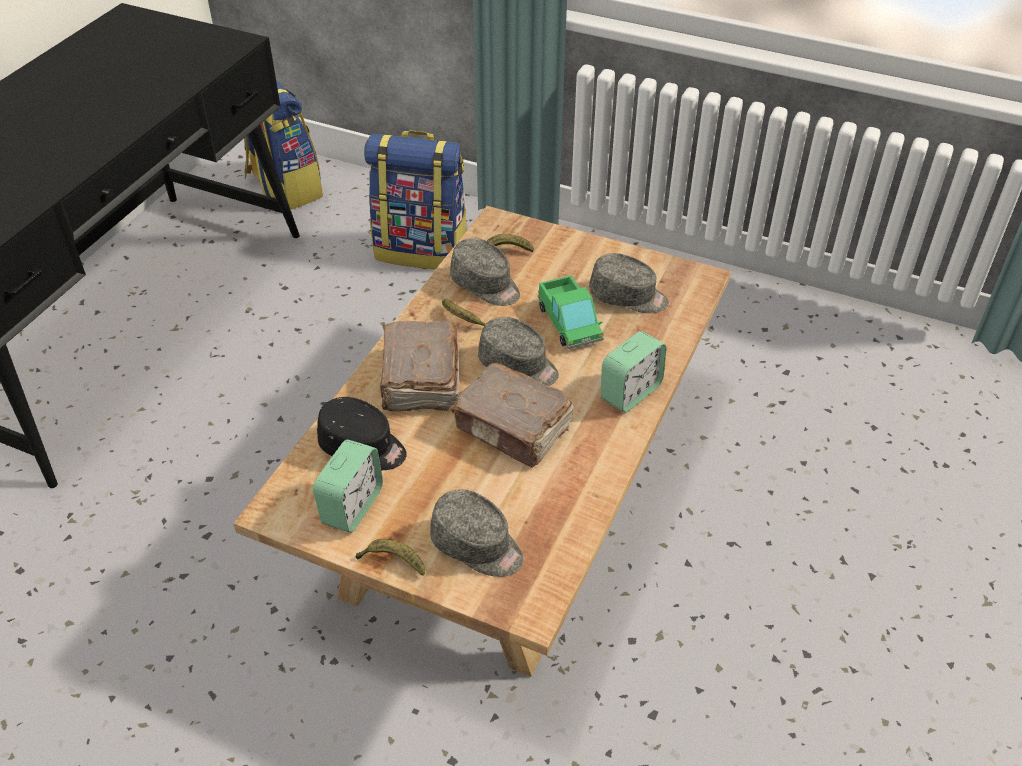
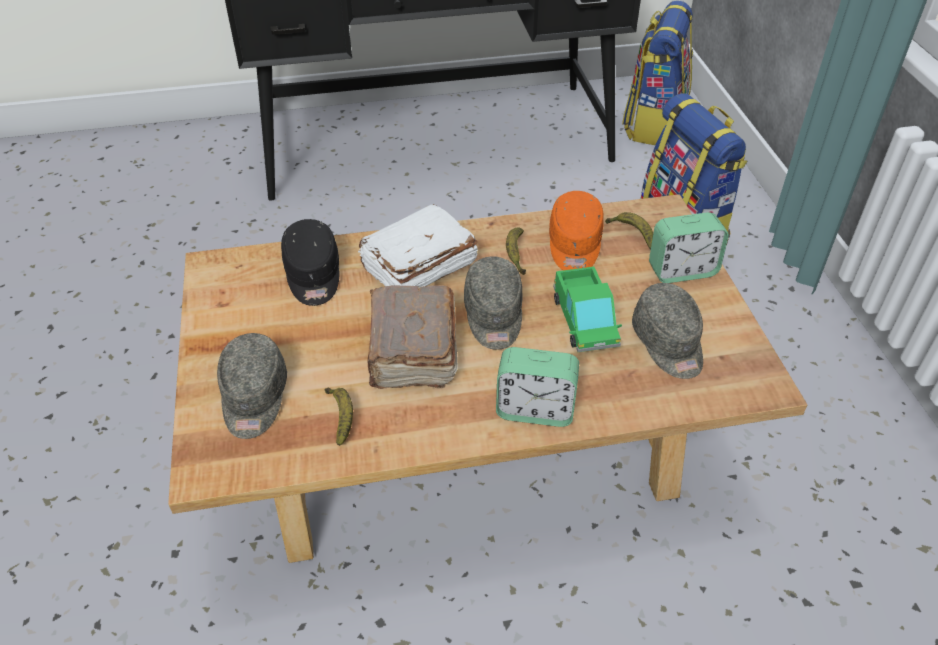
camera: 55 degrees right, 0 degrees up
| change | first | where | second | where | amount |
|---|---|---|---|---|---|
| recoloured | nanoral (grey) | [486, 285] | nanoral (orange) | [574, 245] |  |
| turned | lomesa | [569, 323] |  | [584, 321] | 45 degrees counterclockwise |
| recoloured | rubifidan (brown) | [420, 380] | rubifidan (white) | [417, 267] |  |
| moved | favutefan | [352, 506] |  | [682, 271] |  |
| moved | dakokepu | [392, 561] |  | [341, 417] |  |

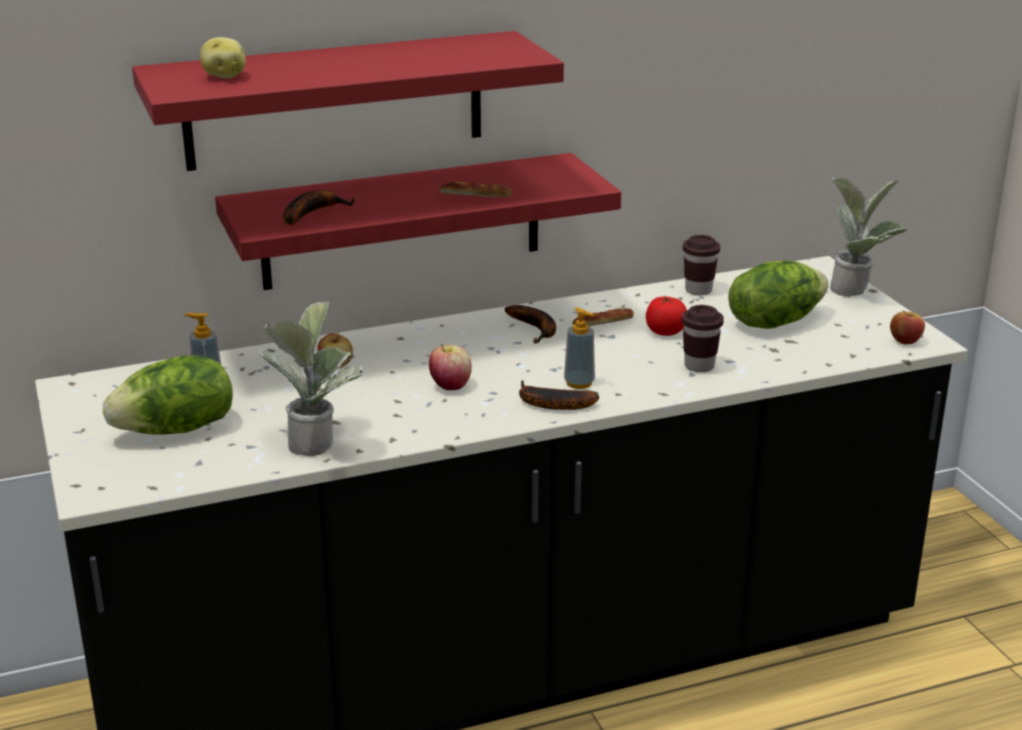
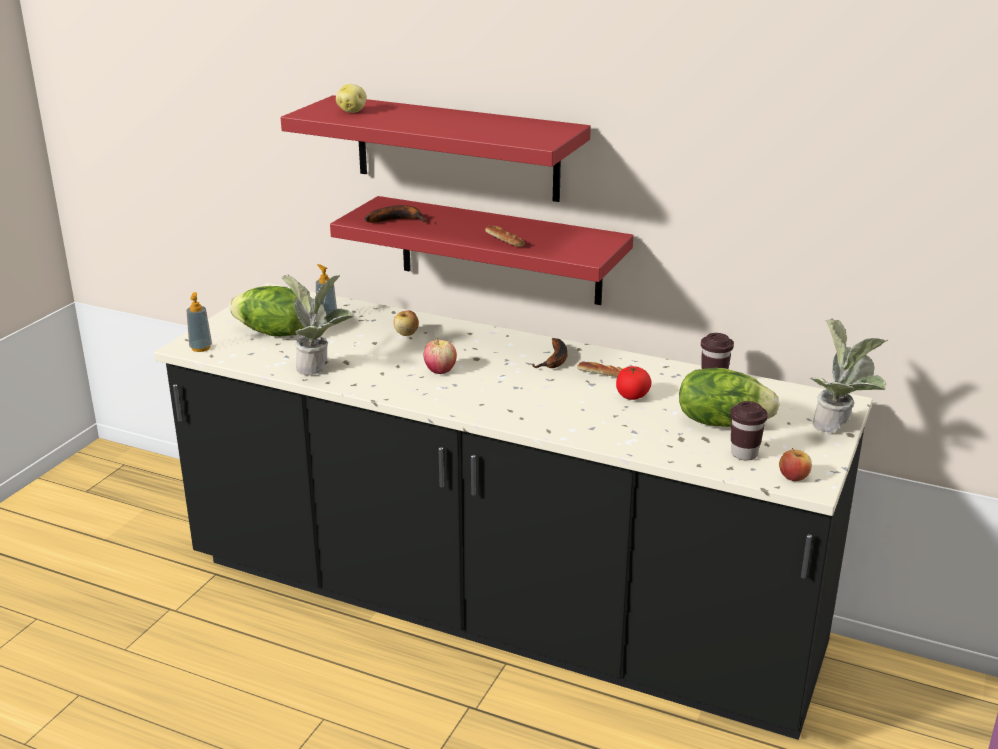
camera: 45 degrees right, 0 degrees up
| change | first | where | second | where | amount |
|---|---|---|---|---|---|
| moved | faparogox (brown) | [699, 366] |  | [744, 454] |  |
| moved | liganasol | [579, 383] |  | [201, 348] |  |
| removed | dakokepu | [550, 404] |  |  |  |

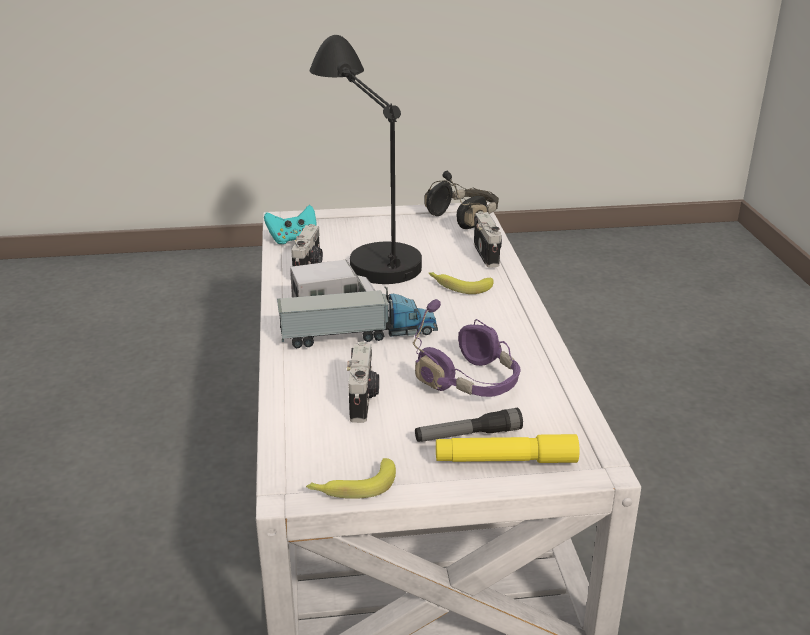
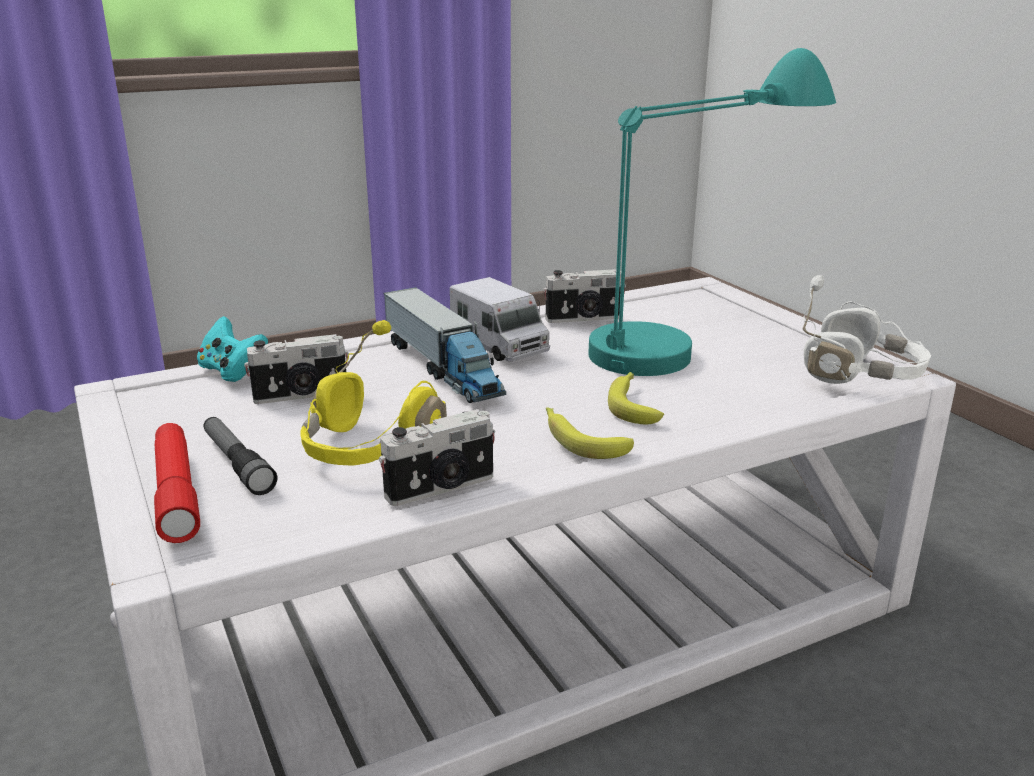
camera: 70 degrees right, 5 degrees down
| change | first | where | second | where | amount |
|---|---|---|---|---|---|
| recoloured | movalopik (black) | [365, 242] | movalopik (turquoise) | [698, 334] |  |
| recoloured | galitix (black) | [464, 217] | galitix (white) | [861, 374] |  |
| moved | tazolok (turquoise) | [293, 239] |  | [232, 372] |  |
| moved | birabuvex | [488, 254] |  | [442, 488] |  |
| recoloured | galitix (purple) | [471, 382] | galitix (yellow) | [366, 449] |  |
| recoloured | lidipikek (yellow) | [505, 460] | lidipikek (red) | [176, 492] |  |
| moved | dakokepu | [352, 487] |  | [580, 440] |  |

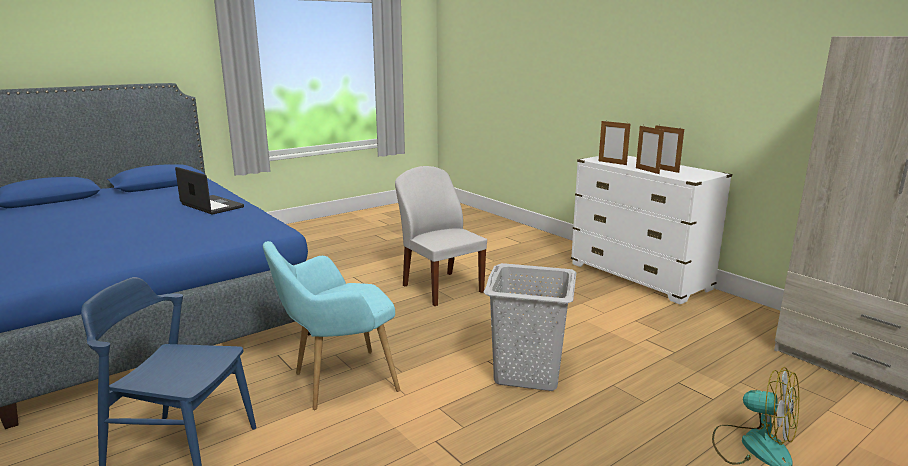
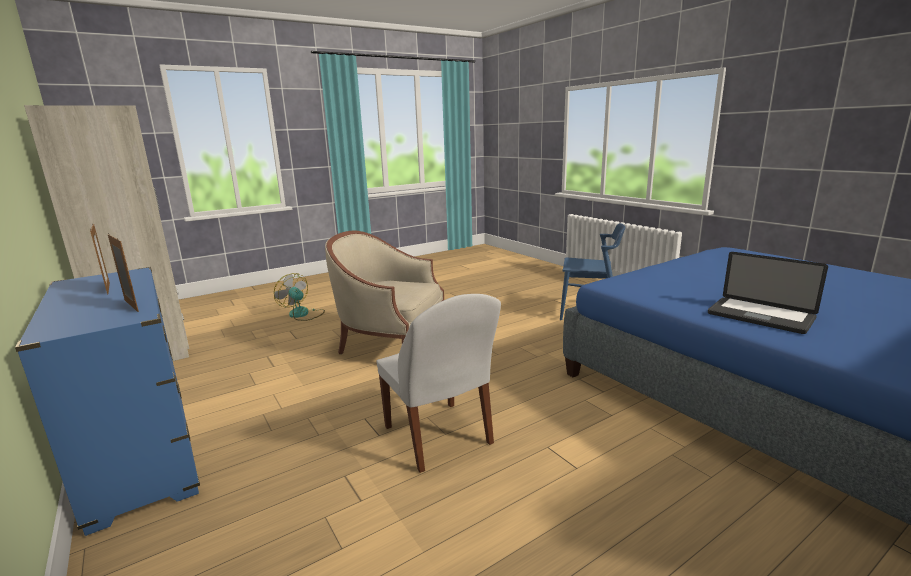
camera: 175 degrees left, 0 degrees up
| change | first | where | second | where | amount |
|---|---|---|---|---|---|
| removed | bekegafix | [647, 171] |  |  |  |
| recoloured | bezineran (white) | [639, 277] | bezineran (blue) | [142, 456] |  |
| removed | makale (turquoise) | [337, 382] |  |  |  |
| replaced | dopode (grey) | [528, 373] | makale (beige) | [391, 343] |  |

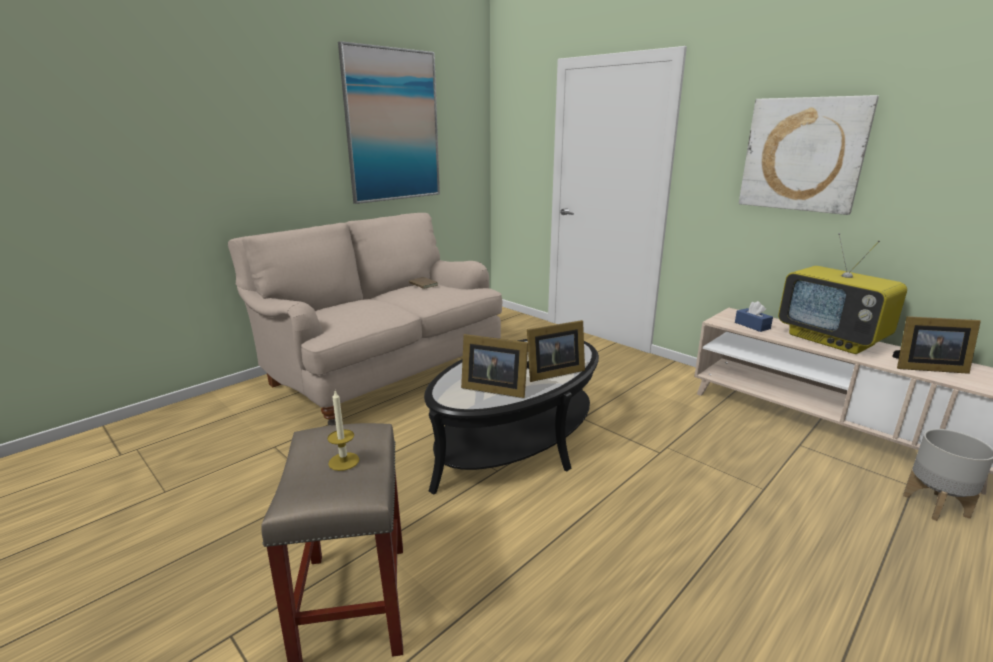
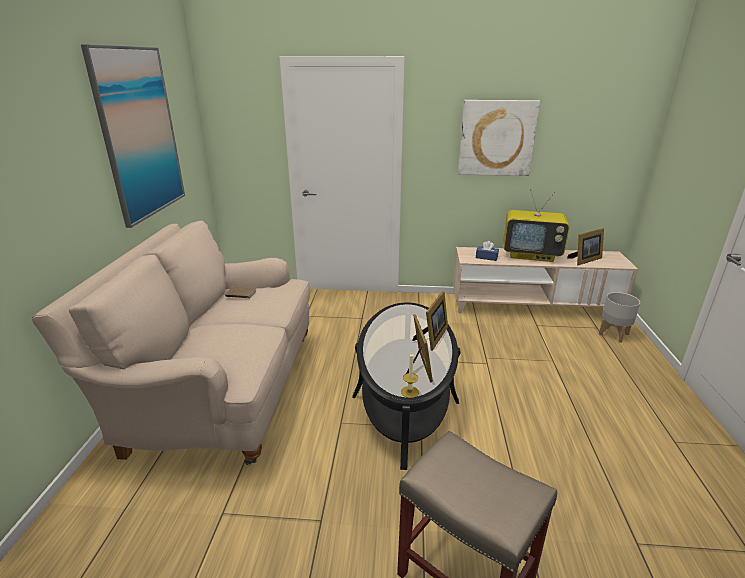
camera: 40 degrees left, 5 degrees up
| change | first | where | second | where | amount |
|---|---|---|---|---|---|
| turned | bekegafix | [493, 388] |  | [418, 367] | 75 degrees counterclockwise |
| moved | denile | [344, 461] |  | [409, 392] |  |

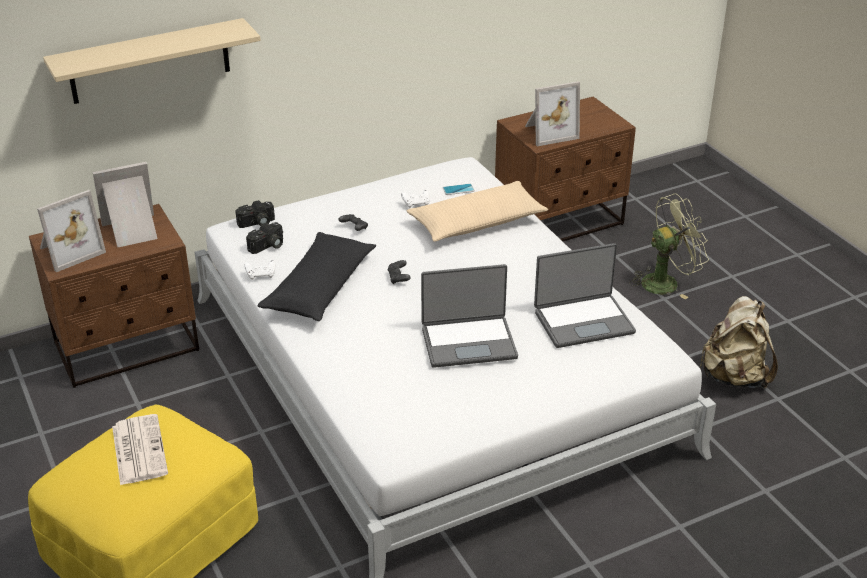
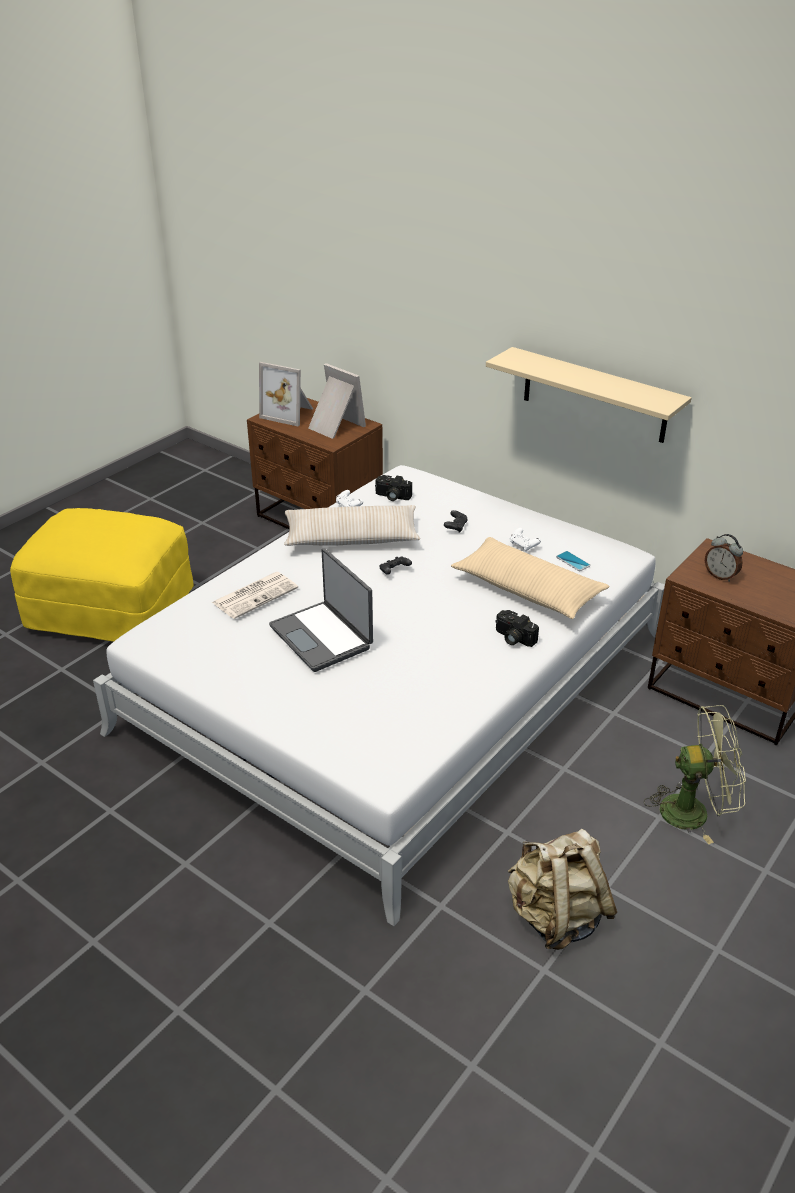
camera: 65 degrees right, 0 degrees up
| change | first | where | second | where | amount |
|---|---|---|---|---|---|
| moved | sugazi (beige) | [149, 61] |  | [594, 395] |  |
| replaced | bekegafix | [549, 132] | favutefan | [720, 576] |  |
| turned | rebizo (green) | [666, 282] |  | [694, 811] | 45 degrees counterclockwise |
| moved | birabuvex | [257, 223] |  | [513, 638] |  |
| recoloured | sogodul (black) | [320, 287] | sogodul (beige) | [351, 538] |  |
| removed | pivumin | [583, 321] |  |  |  |
| moved | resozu | [138, 449] |  | [255, 595] |  |

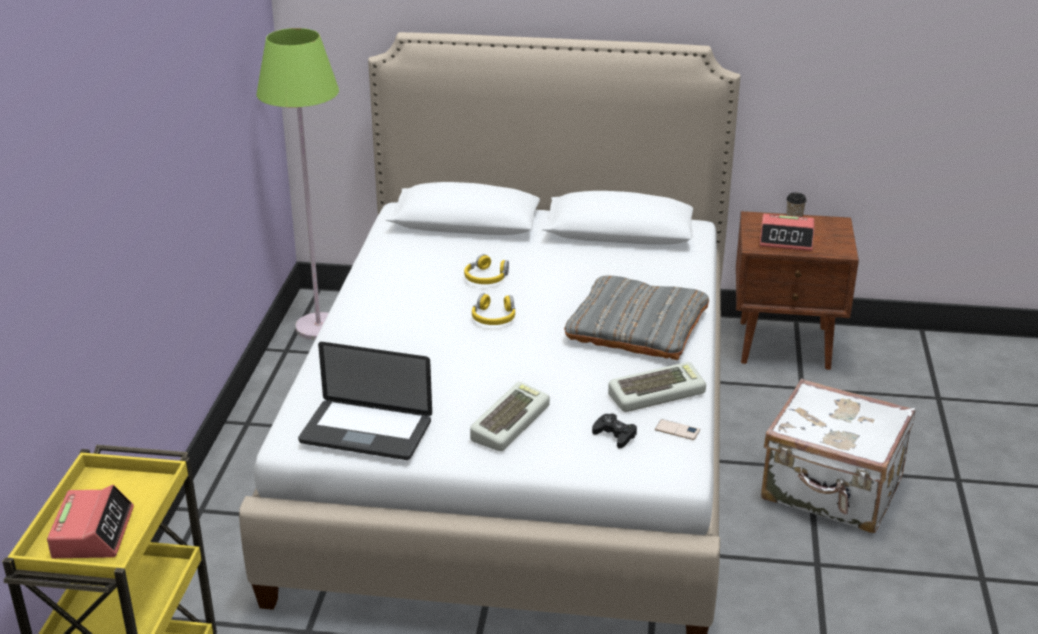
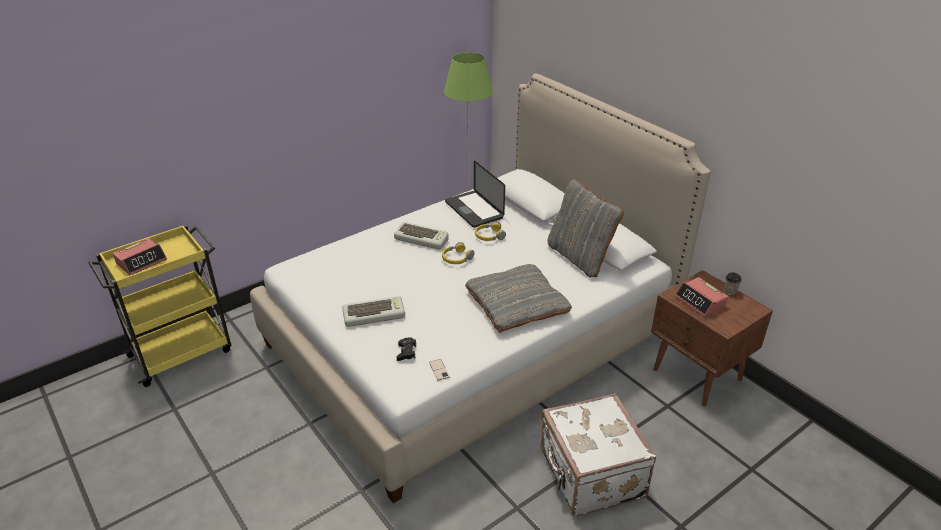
camera: 45 degrees right, 5 degrees up
| change | first | where | second | where | amount |
|---|---|---|---|---|---|
| moved | pivumin | [366, 432] |  | [474, 210] |  |
| moved | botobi | [656, 393] |  | [422, 239] |  |
| added |  |  | sogodul (grey) | [580, 257] |  |

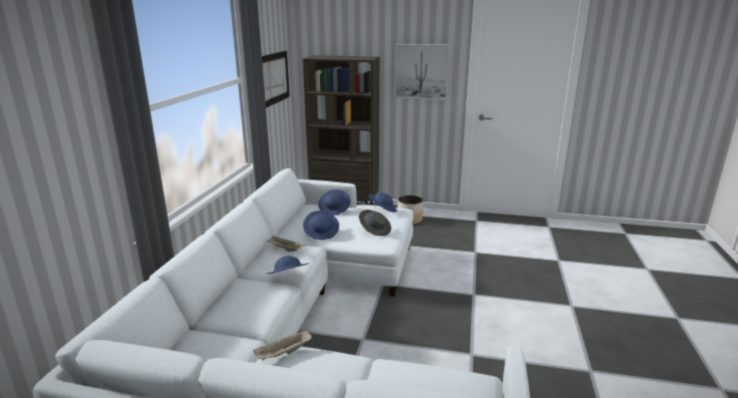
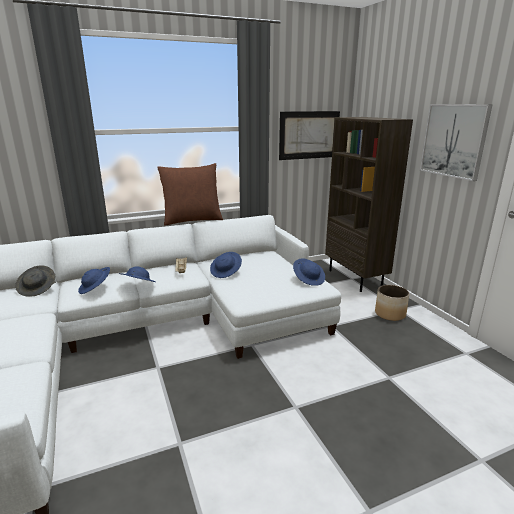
camera: 55 degrees right, 0 degrees up
| change | first | where | second | where | amount |
|---|---|---|---|---|---|
| moved | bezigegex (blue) | [334, 209] |  | [95, 288] |  |
| moved | bezigegex (grey) | [375, 230] |  | [37, 289] |  |
| removed | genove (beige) | [283, 353] |  |  |  |
| added |  |  | sogodul (brown) | [192, 220] |  |

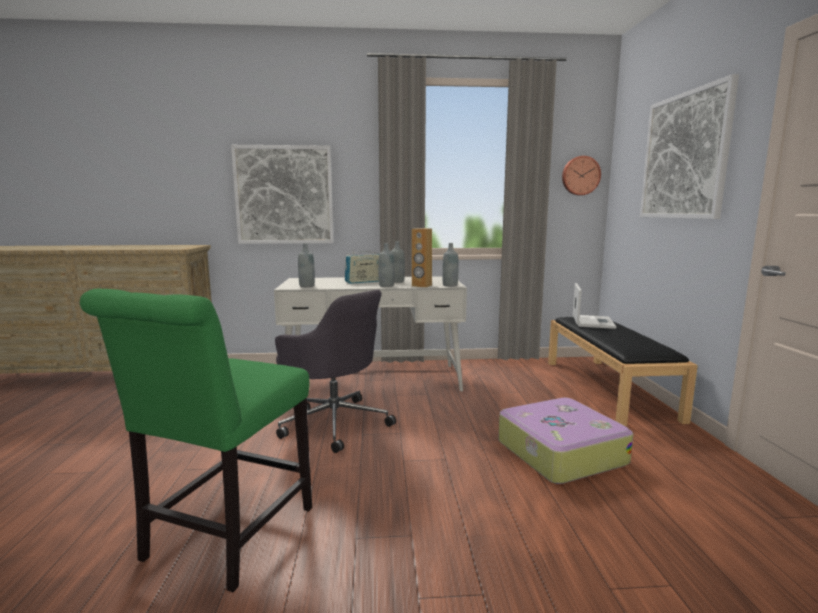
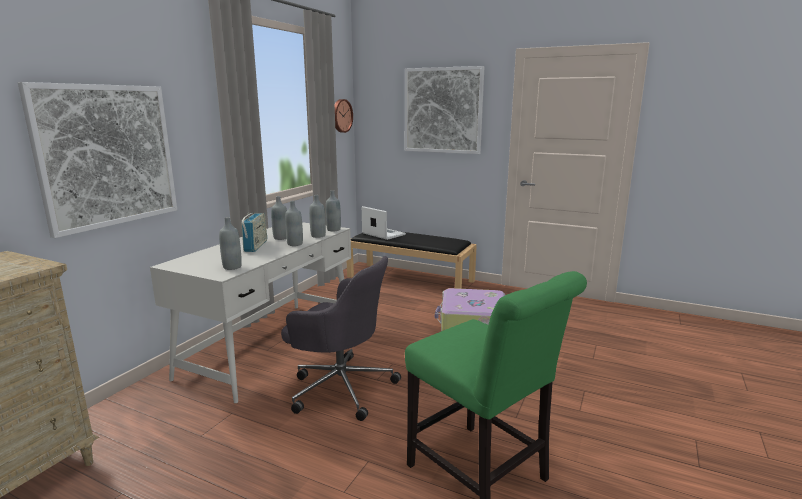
camera: 60 degrees left, 5 degrees up
| change | first | where | second | where | amount |
|---|---|---|---|---|---|
| replaced | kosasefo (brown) | [421, 286] | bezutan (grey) | [318, 236] |  |
| turned | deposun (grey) | [334, 423] |  | [340, 387] | 45 degrees clockwise |

